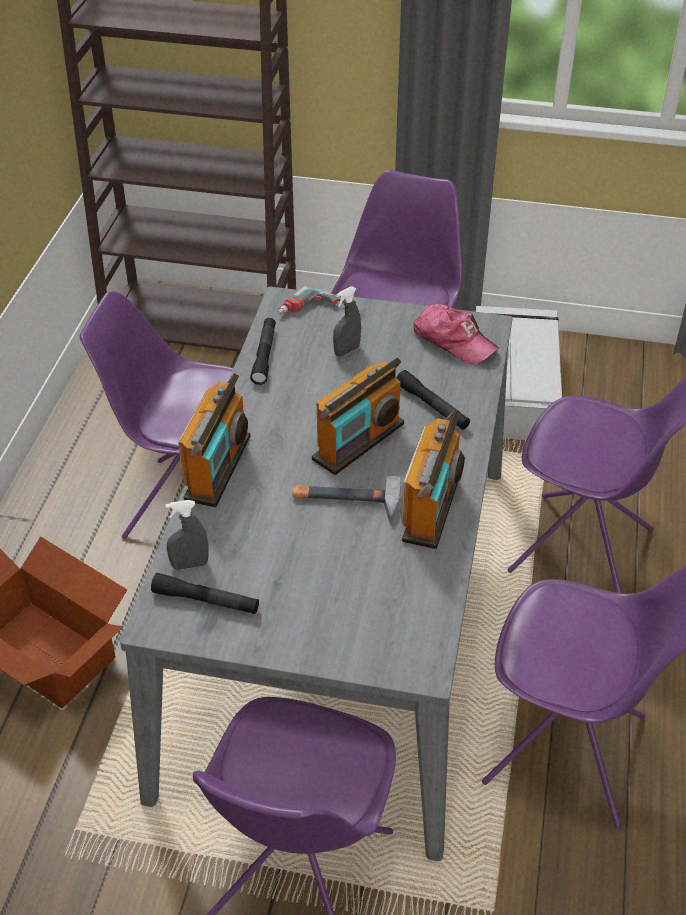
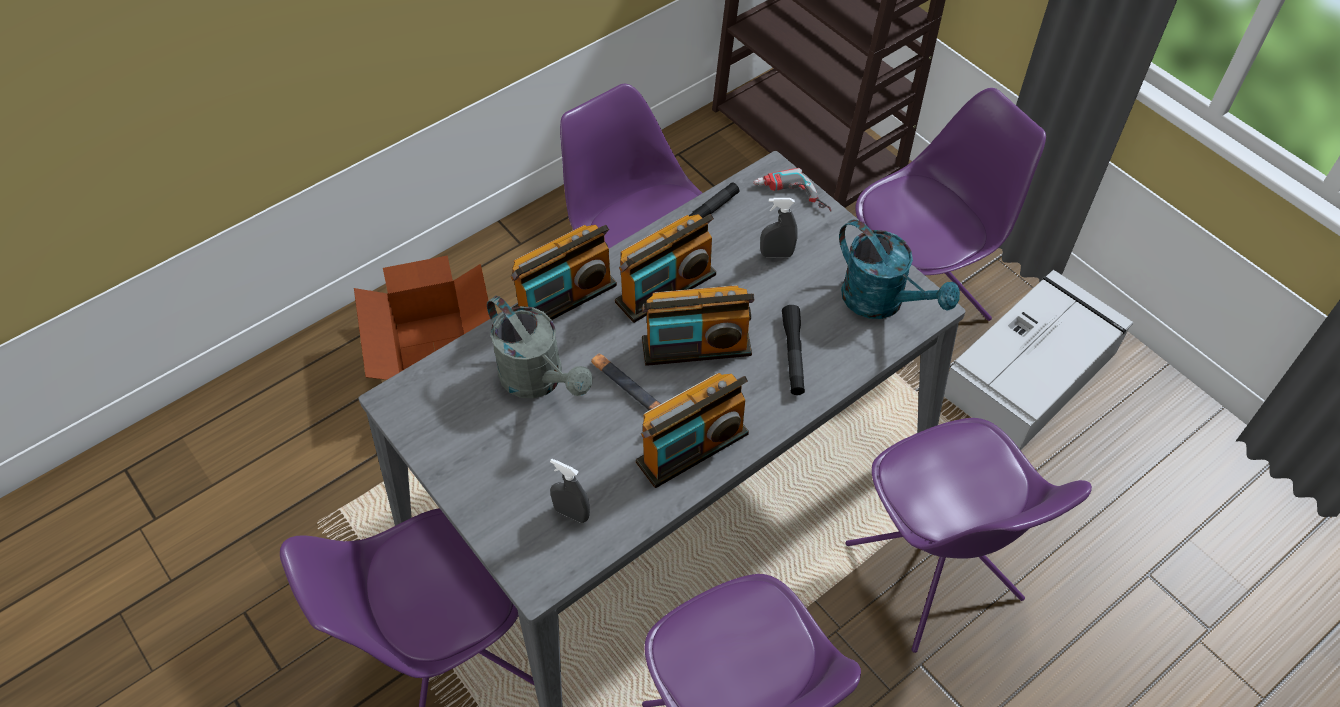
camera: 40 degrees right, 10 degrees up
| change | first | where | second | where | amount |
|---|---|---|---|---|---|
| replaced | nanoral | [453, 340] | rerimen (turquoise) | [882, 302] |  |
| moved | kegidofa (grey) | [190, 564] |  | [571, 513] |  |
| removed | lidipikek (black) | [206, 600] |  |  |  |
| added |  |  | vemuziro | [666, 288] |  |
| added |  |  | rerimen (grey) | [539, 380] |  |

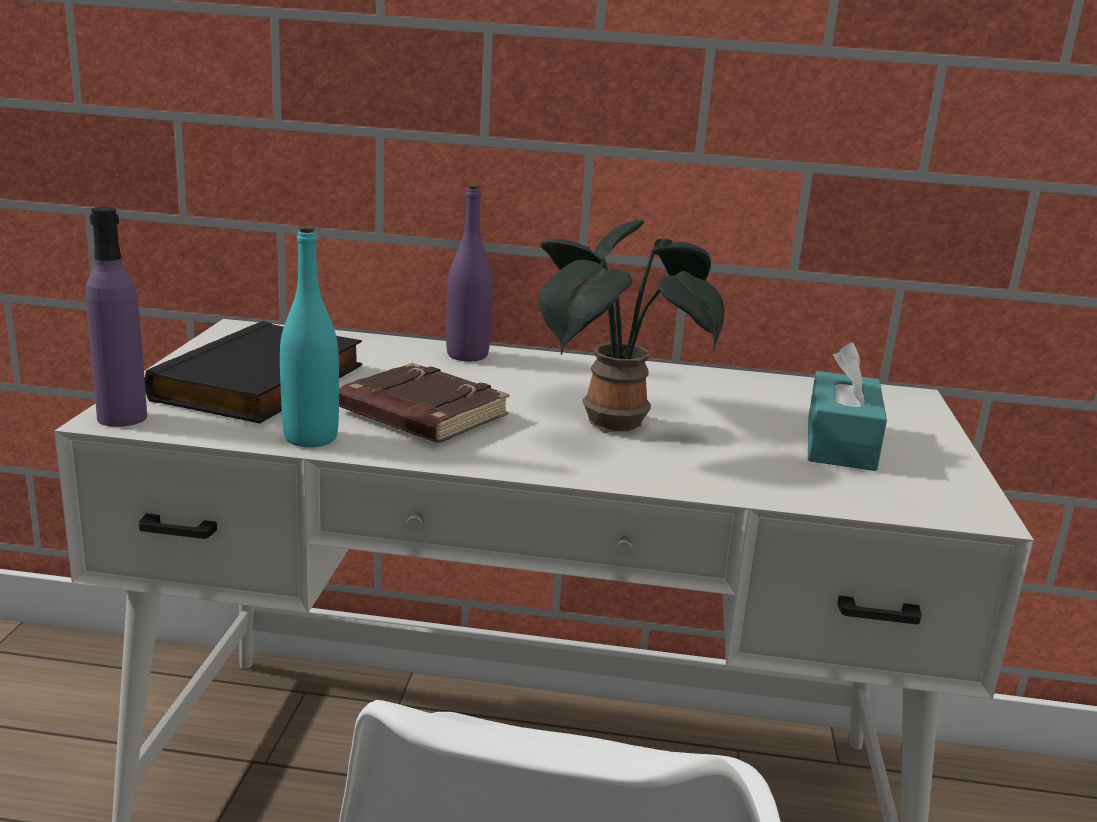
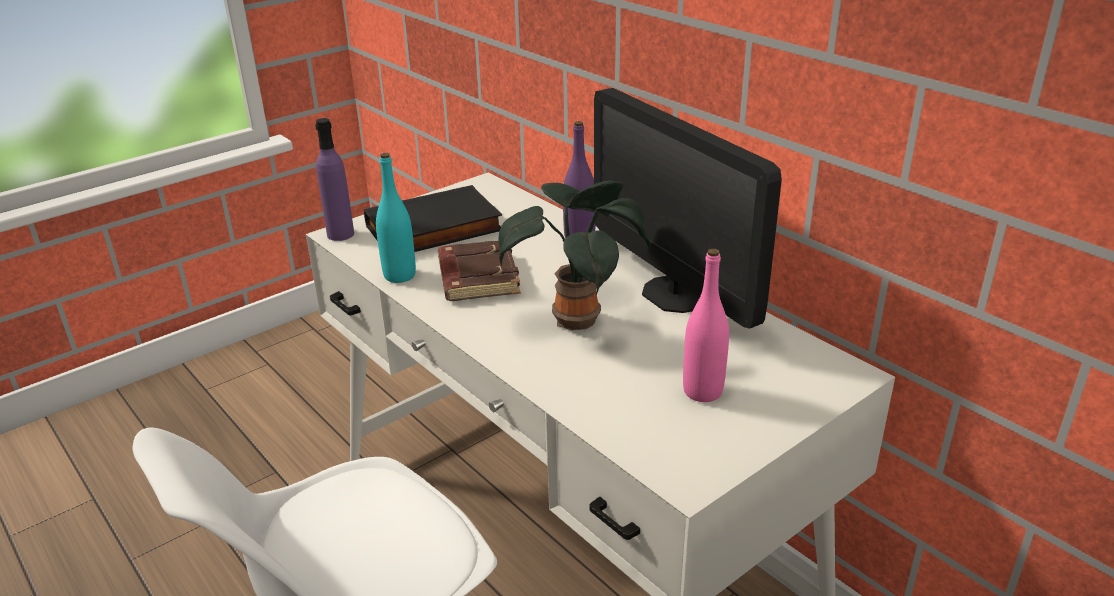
camera: 45 degrees right, 10 degrees up
| change | first | where | second | where | amount |
|---|---|---|---|---|---|
| replaced | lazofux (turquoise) | [840, 443] | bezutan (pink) | [702, 391] |  |
| added |  |  | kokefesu | [676, 294] |  |

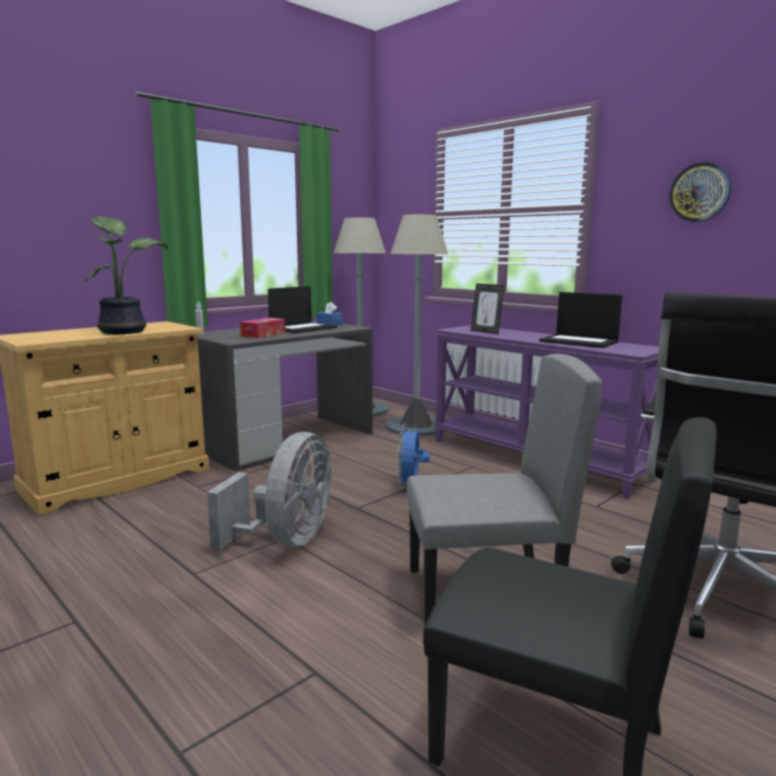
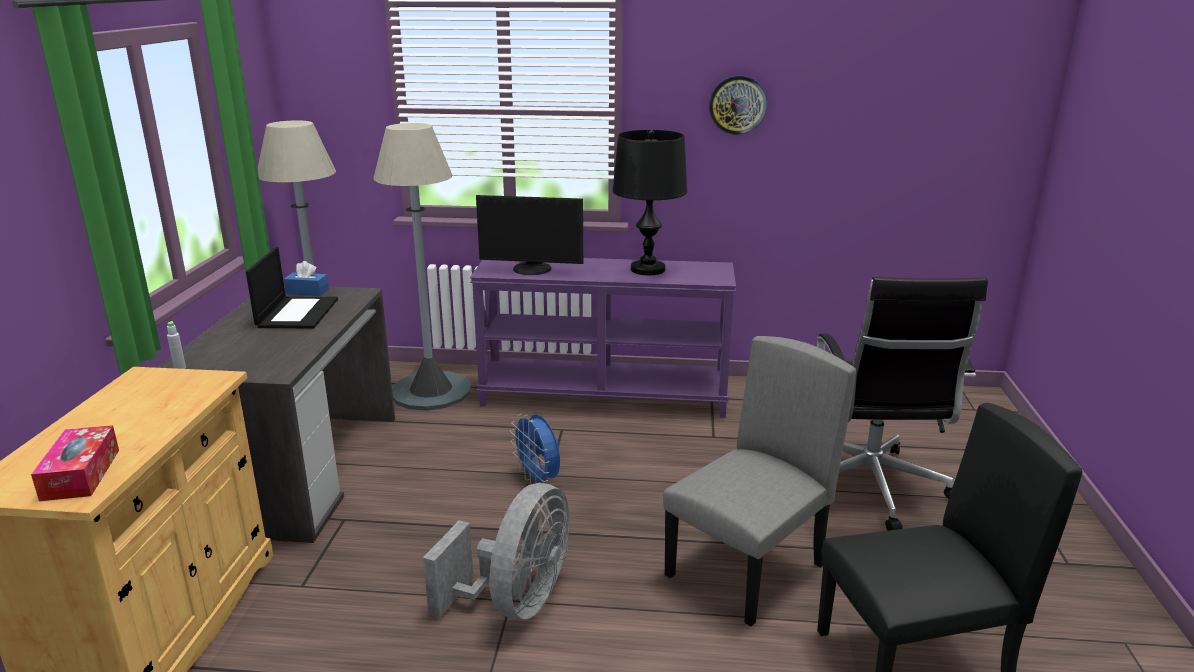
camera: 40 degrees left, 10 degrees up
| change | first | where | second | where | amount |
|---|---|---|---|---|---|
| removed | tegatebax | [124, 331] |  |  |  |
| replaced | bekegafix | [486, 332] | kokefesu | [531, 270] |  |
| replaced | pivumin | [579, 342] | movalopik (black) | [648, 269] |  |
| moved | lazofux | [263, 334] |  | [81, 474] |  |
| turned | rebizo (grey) | [287, 540] |  | [515, 602] | 45 degrees clockwise |

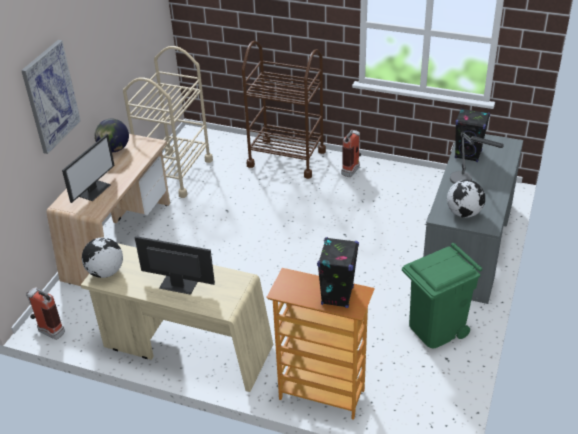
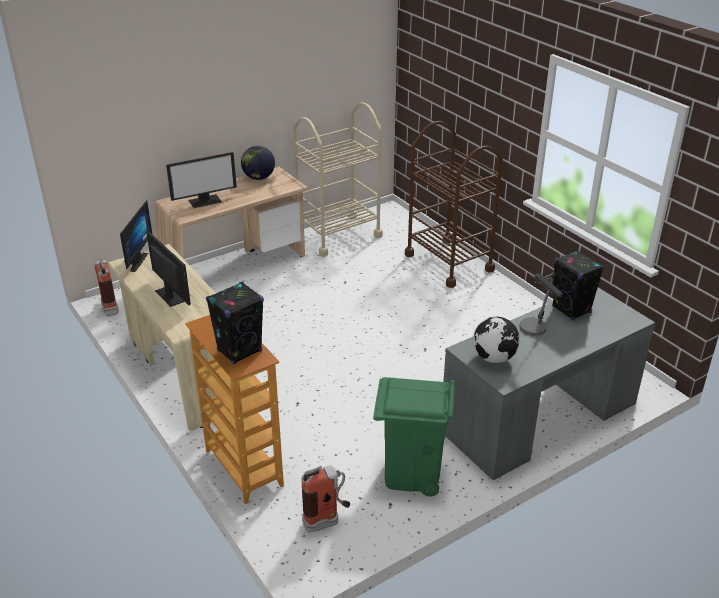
camera: 35 degrees right, 5 degrees down
| change | first | where | second | where | amount |
|---|---|---|---|---|---|
| removed | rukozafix | [50, 96] |  |  |  |
| moved | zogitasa | [352, 169] |  | [327, 521] |  |
| replaced | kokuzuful | [105, 272] | kokefesu | [135, 262] |  |

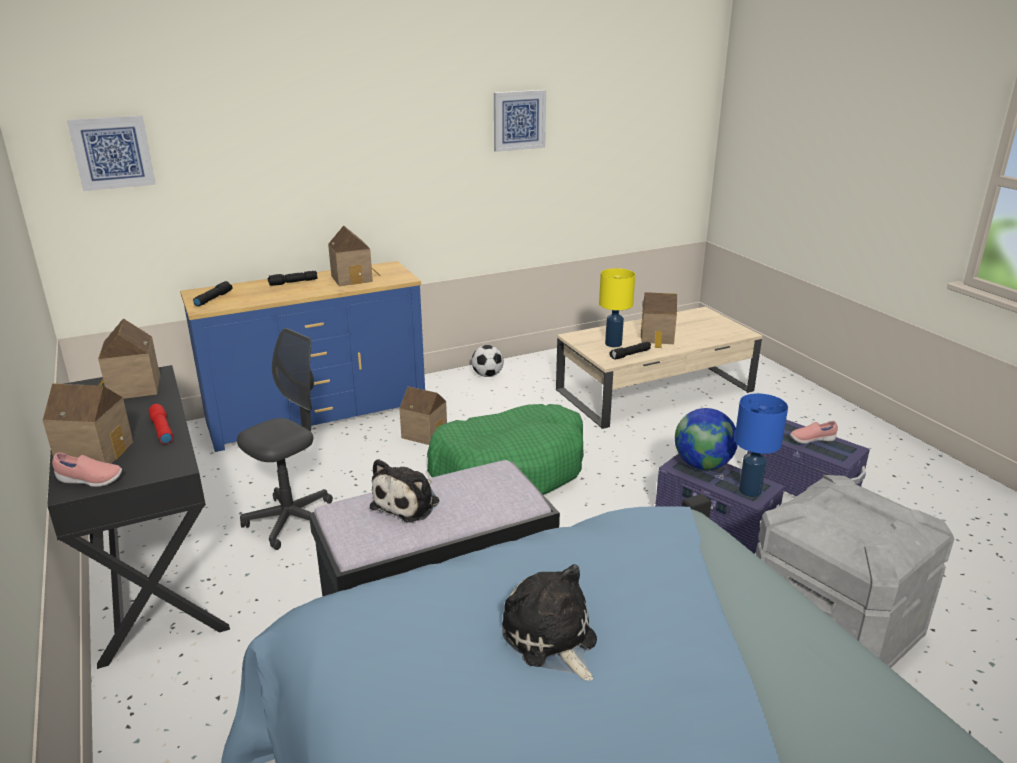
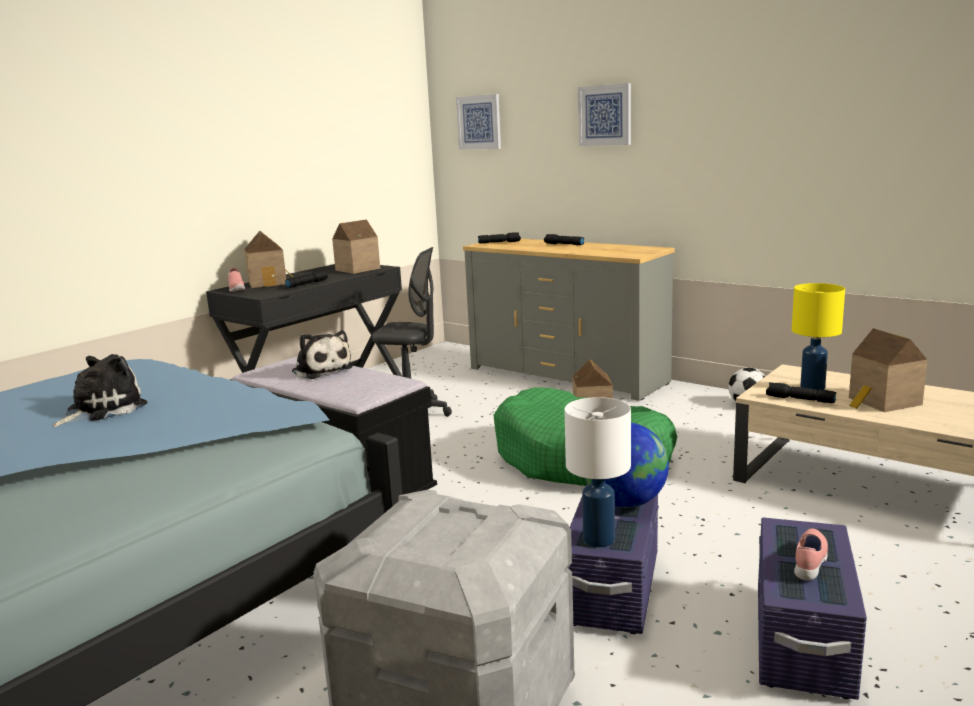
camera: 65 degrees right, 10 degrees down
| change | first | where | second | where | amount |
|---|---|---|---|---|---|
| moved | rukozafix | [519, 120] |  | [605, 115] |  |
| removed | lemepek | [354, 278] |  |  |  |
| recoloured | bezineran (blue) | [317, 414] | bezineran (grey) | [567, 375] |  |
| recoloured | movalopik (blue) | [750, 491] | movalopik (white) | [599, 540] |  |
| recoloured | lidipikek (red) | [161, 430] | lidipikek (black) | [307, 284] |  |
| turned | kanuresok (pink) | [811, 440] |  | [810, 563] | 60 degrees clockwise |
| turned | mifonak | [408, 503] |  | [321, 370] | 135 degrees counterclockwise |

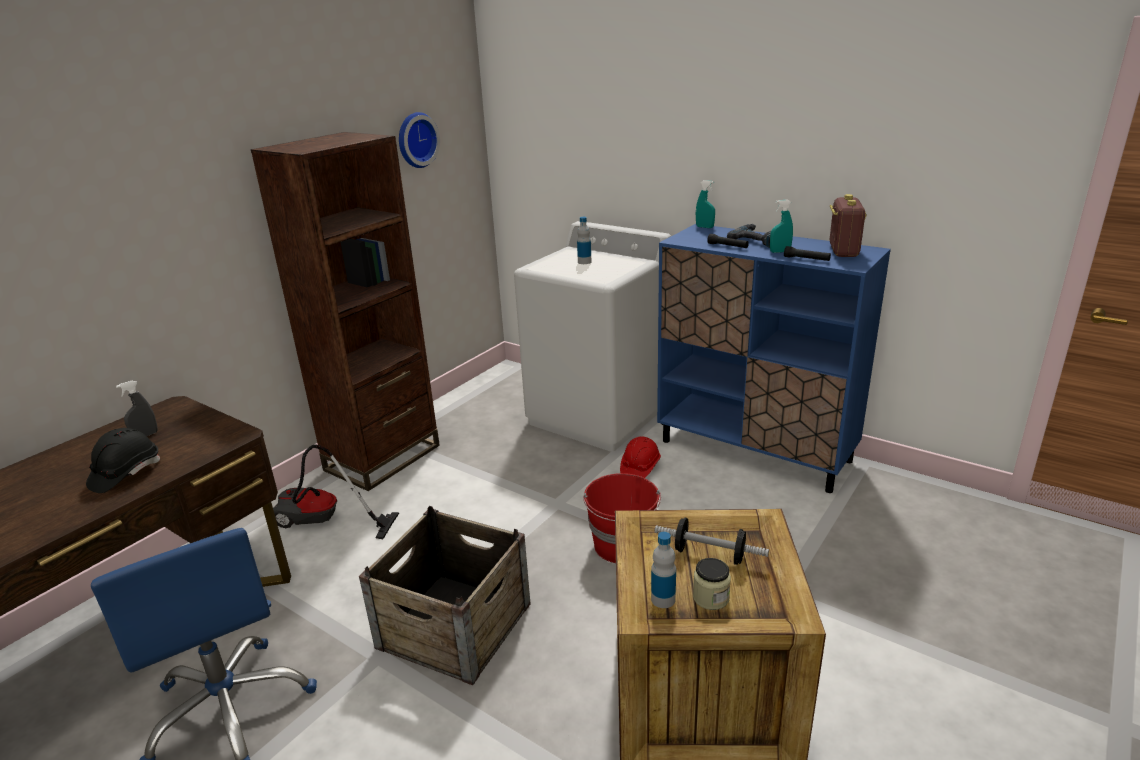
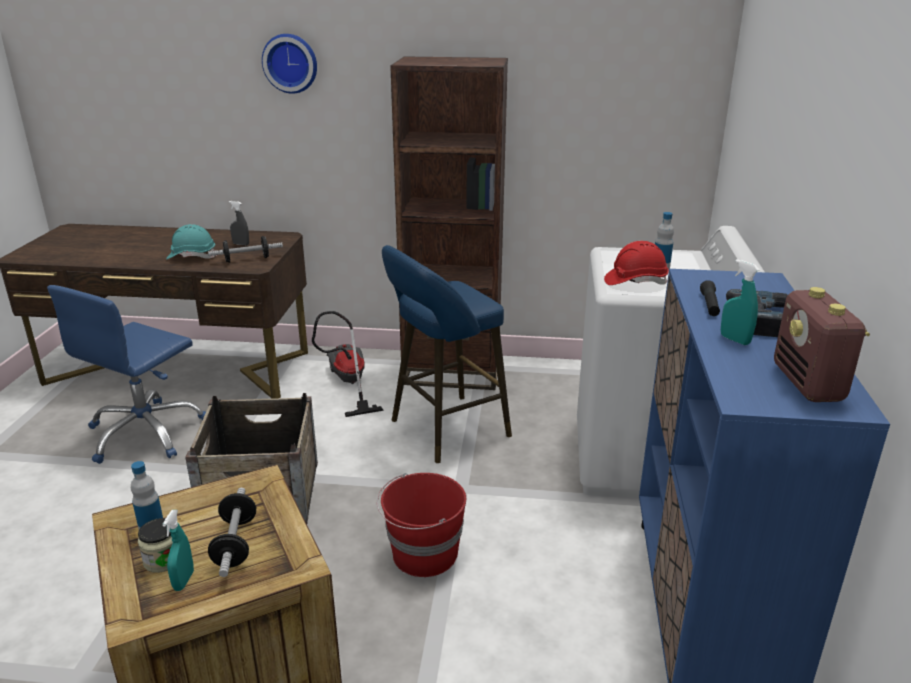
camera: 60 degrees right, 0 degrees up
| change | first | where | second | where | amount |
|---|---|---|---|---|---|
| moved | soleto | [415, 140] |  | [291, 63] |  |
| moved | kegidofa (turquoise) | [704, 227] |  | [183, 581] |  |
| turned | vemuziro | [843, 251] |  | [808, 384] | 105 degrees clockwise |
| removed | lidipikek (black) | [806, 259] |  |  |  |
| recoloured | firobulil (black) | [125, 473] | firobulil (turquoise) | [192, 256] |  |
| moved | firobulil (red) | [640, 468] |  | [635, 281] |  |
| added |  |  | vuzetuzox | [247, 259] |  |
| added |  |  | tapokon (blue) | [444, 430] |  |

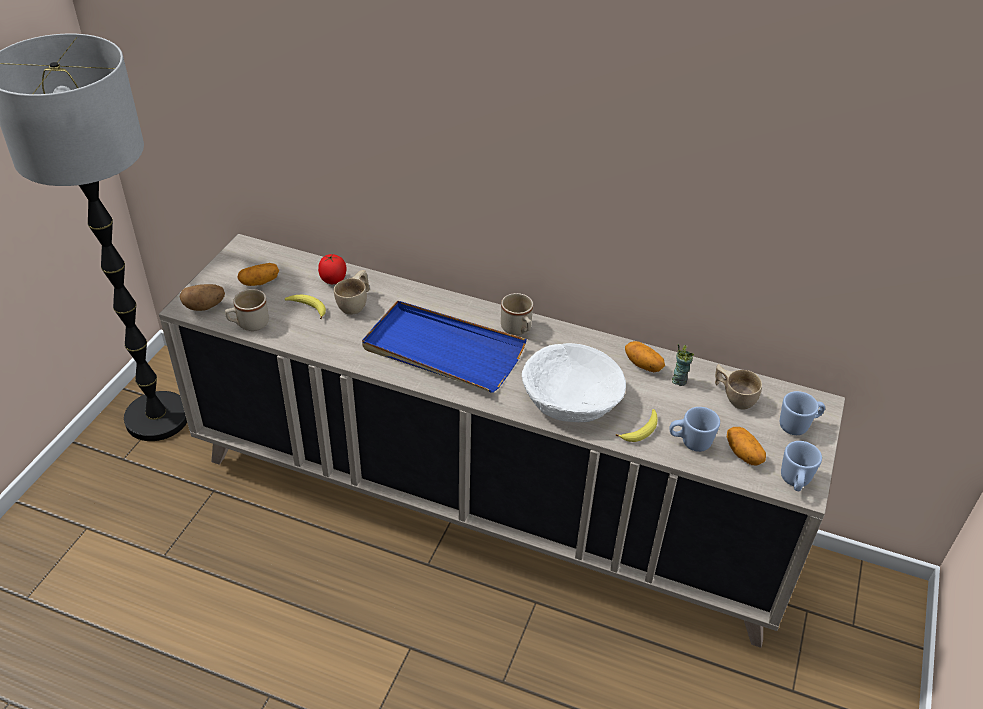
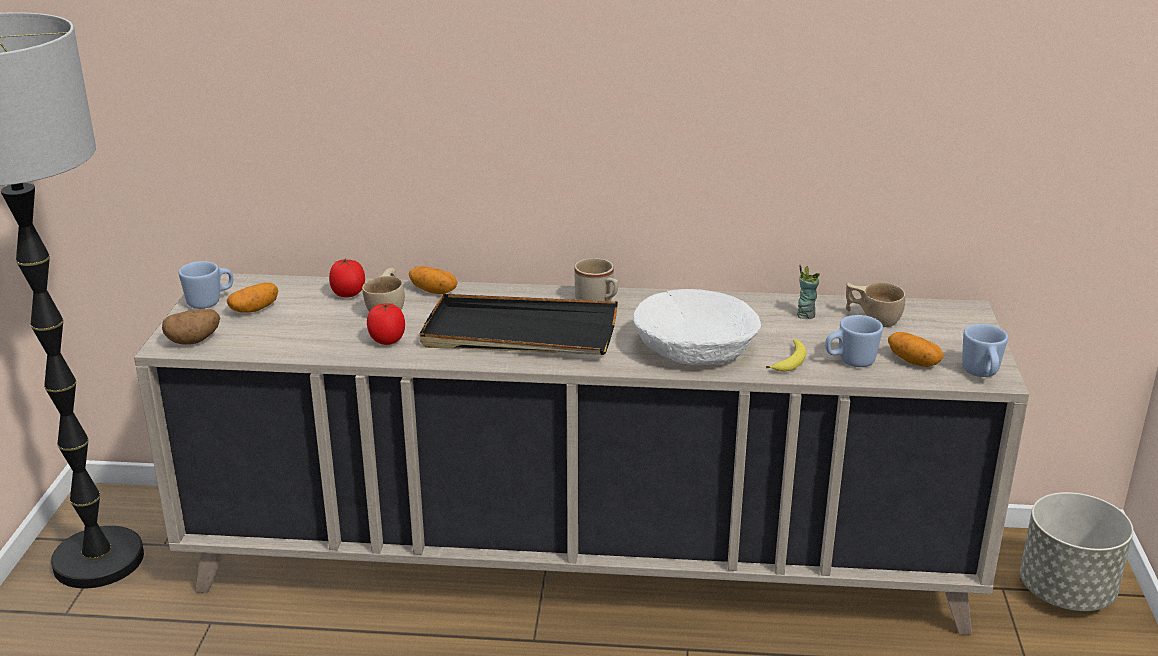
camera: 15 degrees left, 15 degrees down
| change | first | where | second | where | amount |
|---|---|---|---|---|---|
| removed | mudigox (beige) | [249, 324] |  |  |  |
| removed | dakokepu | [308, 308] |  |  |  |
| recoloured | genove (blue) | [442, 351] | genove (black) | [519, 333] |  |
| moved | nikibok | [643, 364] |  | [434, 291] |  |
| moved | mudigox (blue) | [798, 426] |  | [210, 302] |  |
| added |  |  | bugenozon | [387, 341] |  |
| added |  |  | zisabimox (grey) | [1066, 592] |  |

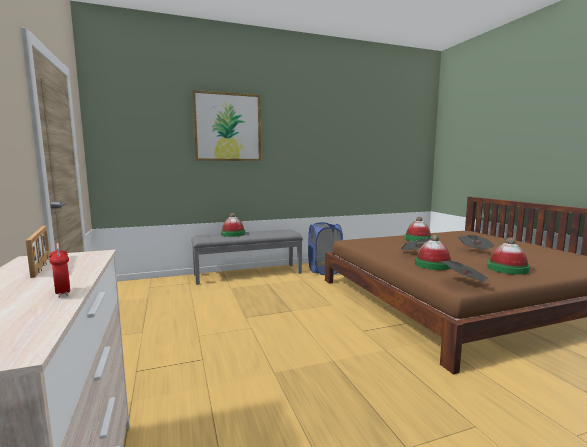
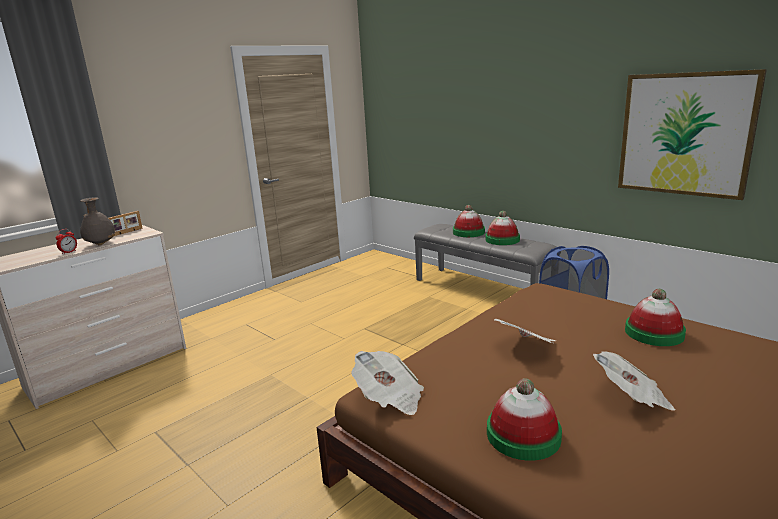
camera: 65 degrees right, 10 degrees up
| change | first | where | second | where | amount |
|---|---|---|---|---|---|
| moved | rukozafix | [227, 127] |  | [685, 134] |  |
| moved | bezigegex | [433, 265] |  | [502, 240] |  |
| added |  |  | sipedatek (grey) | [101, 244] |  |

